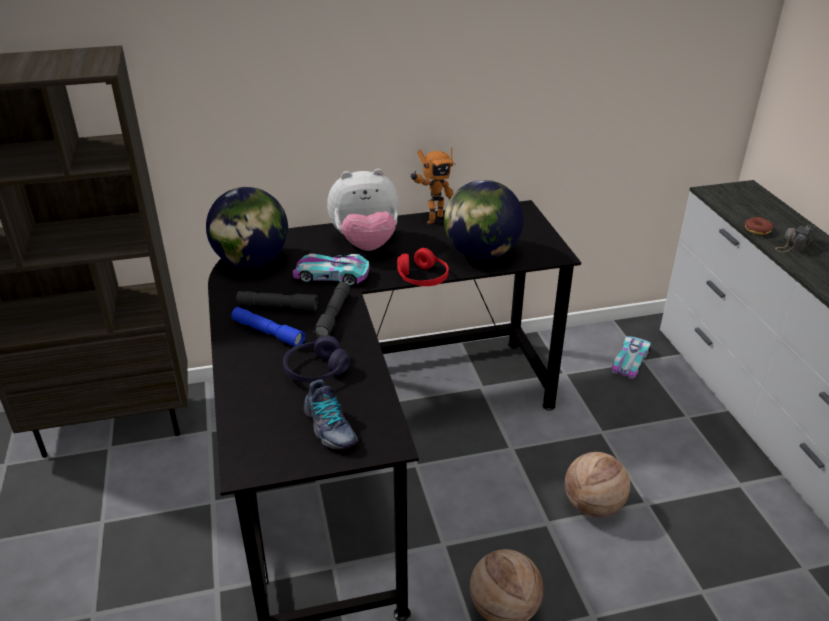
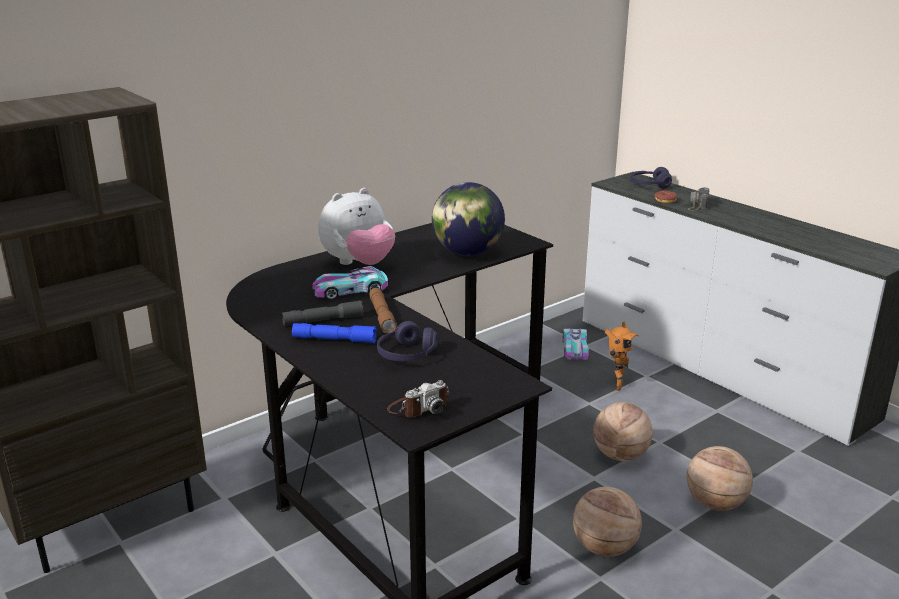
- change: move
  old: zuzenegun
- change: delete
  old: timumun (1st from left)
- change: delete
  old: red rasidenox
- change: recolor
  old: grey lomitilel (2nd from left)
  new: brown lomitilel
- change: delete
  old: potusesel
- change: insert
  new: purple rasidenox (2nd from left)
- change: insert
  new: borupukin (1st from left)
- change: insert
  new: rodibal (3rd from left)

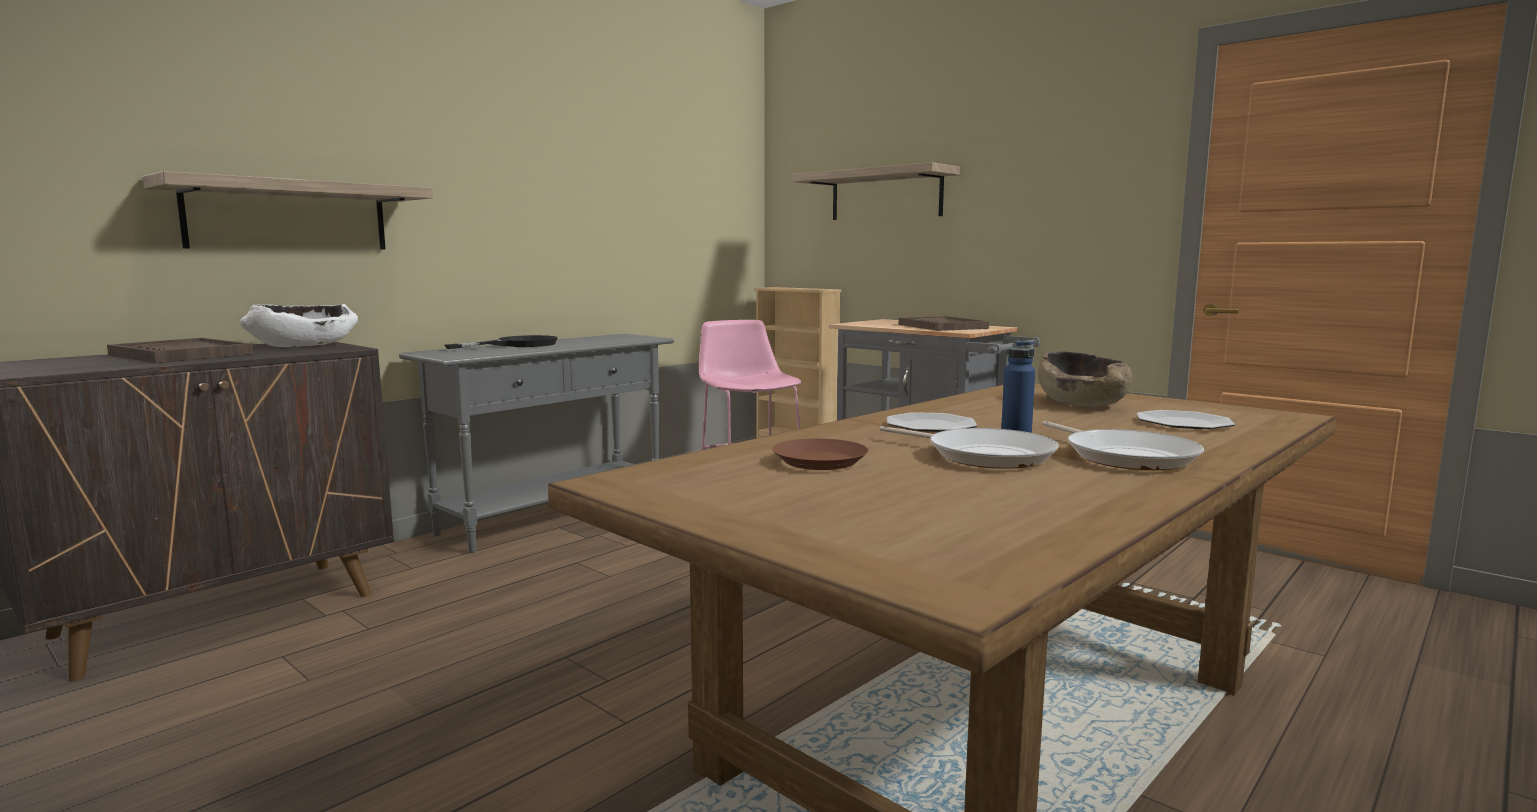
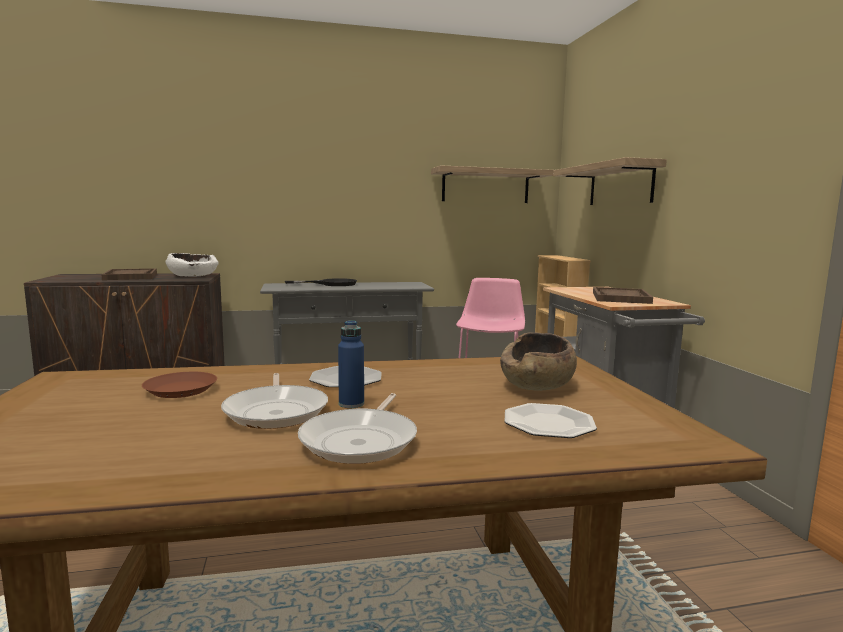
- change: move
  old: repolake (1st from left)

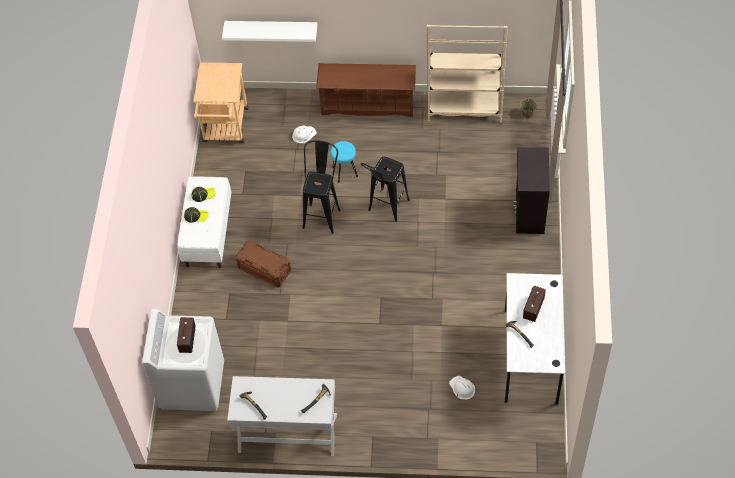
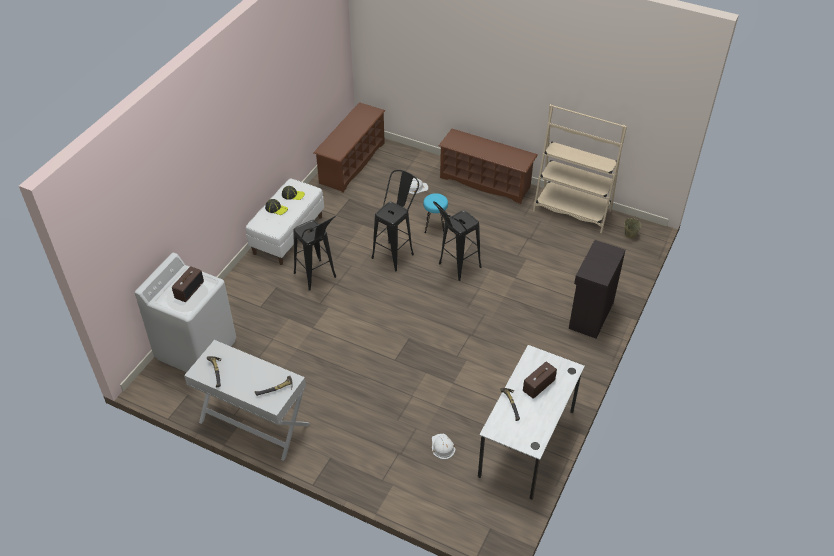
- change: delete
  old: white repolake
- change: replace
  old: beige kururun
  new: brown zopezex (1st from left)
- change: replace
  old: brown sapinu
  new: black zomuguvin (1st from left)

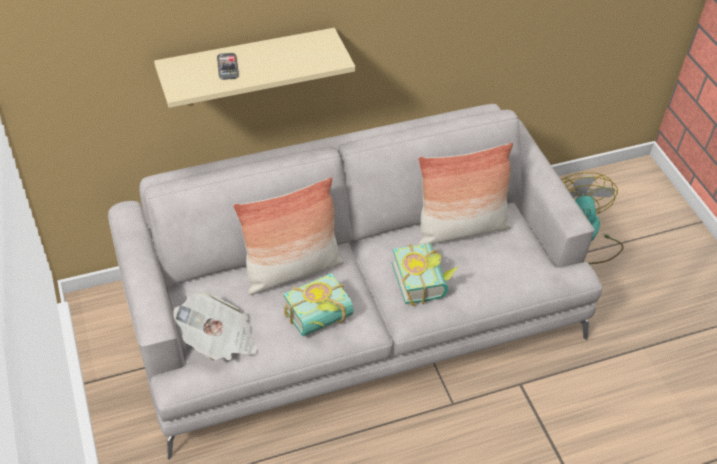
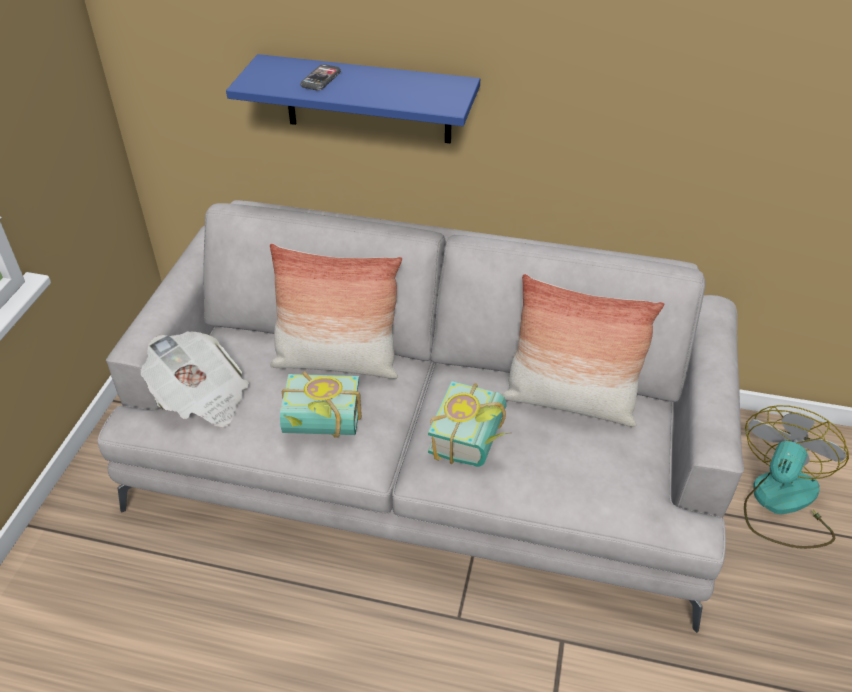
- change: recolor
  old: beige repolake
  new: blue repolake

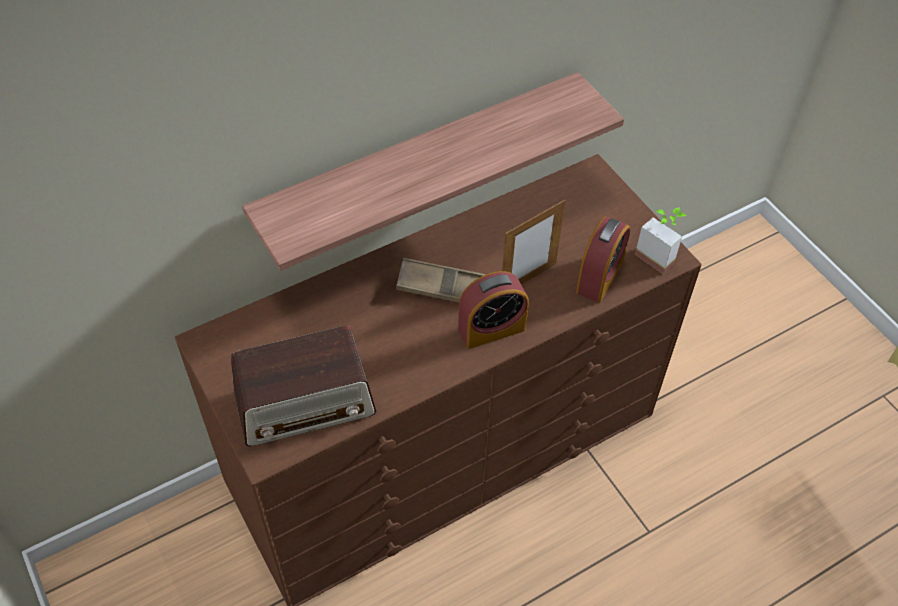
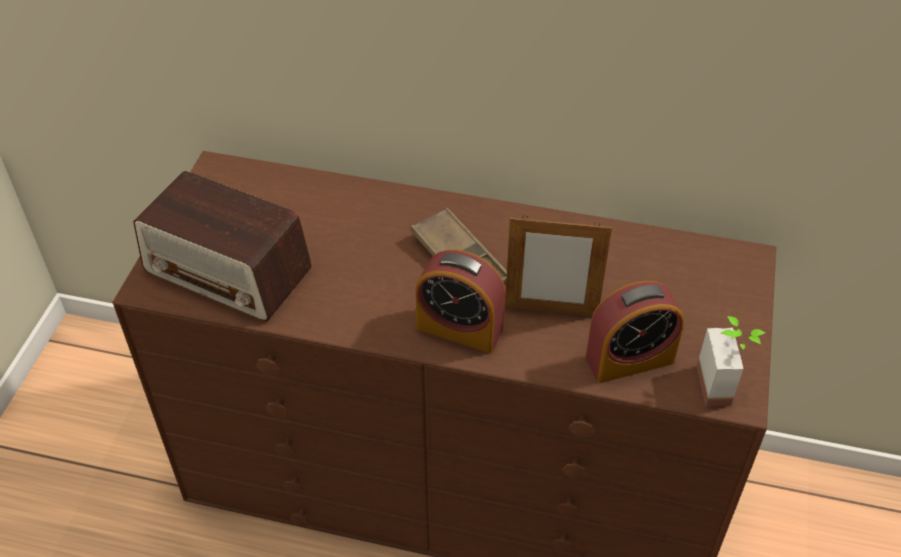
- change: delete
  old: repolake

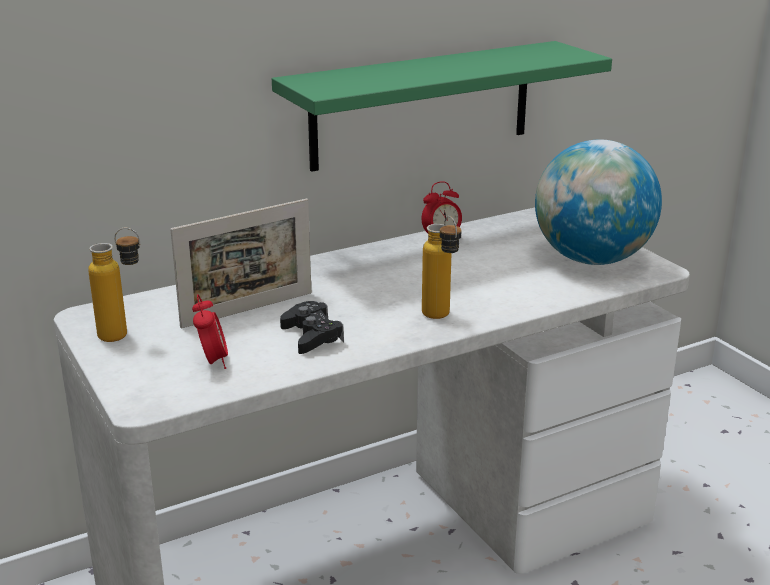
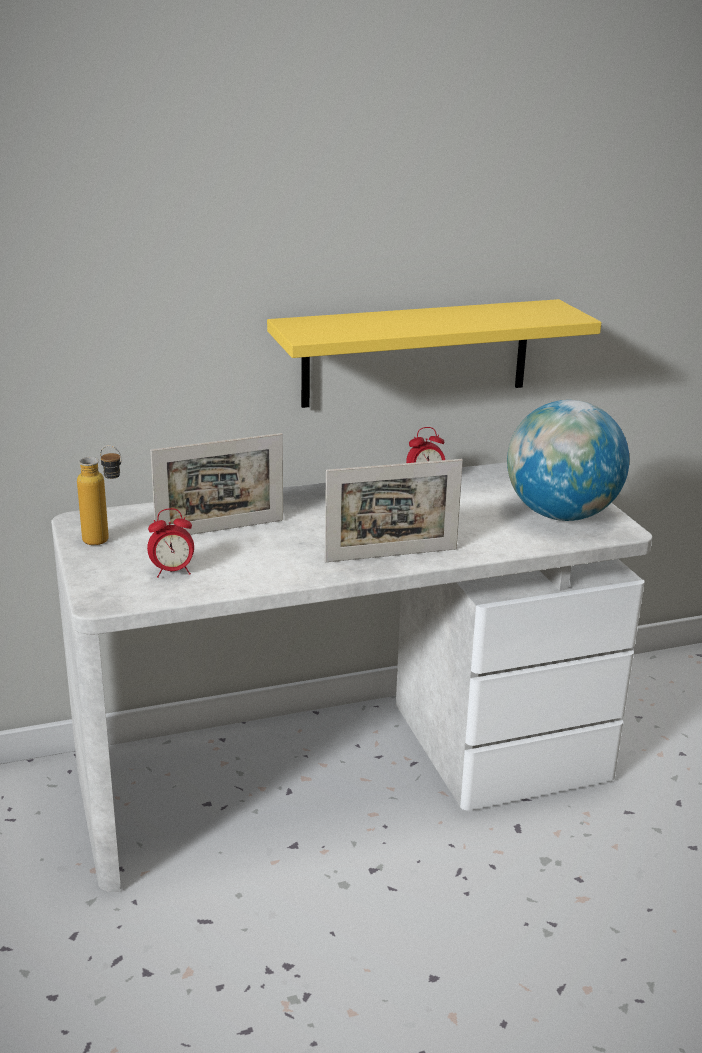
- change: recolor
  old: green repolake
  new: yellow repolake
- change: replace
  old: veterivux (2nd from left)
  new: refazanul (2nd from left)
- change: rotate
  old: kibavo (1st from left)
  degrees: 75
- change: delete
  old: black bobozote

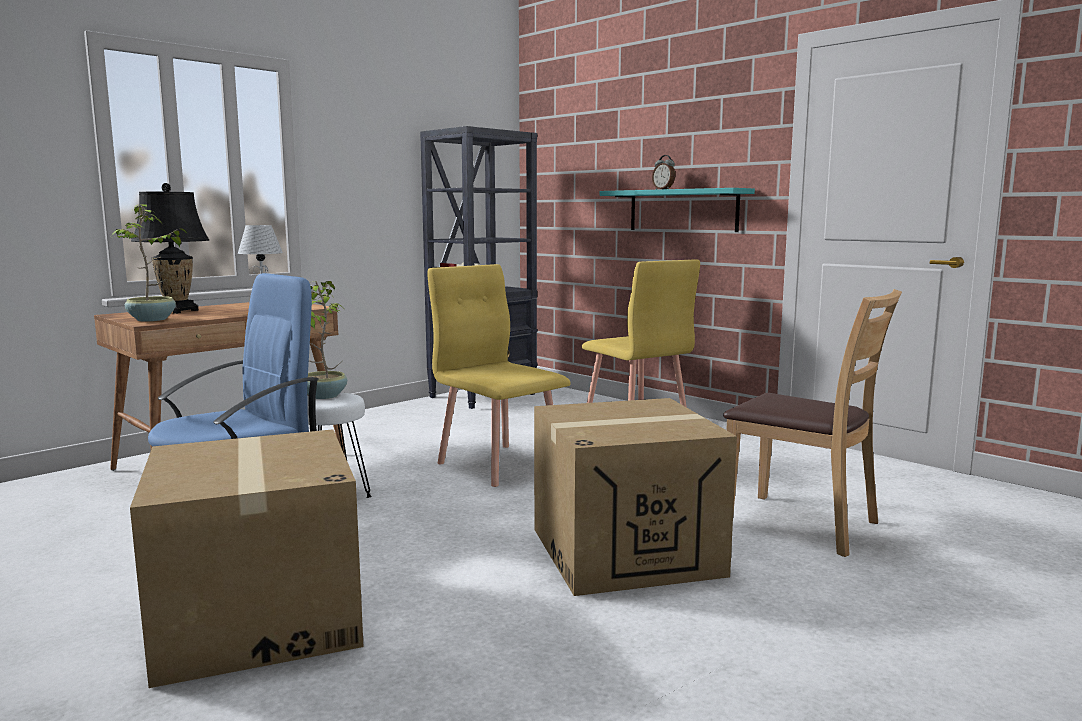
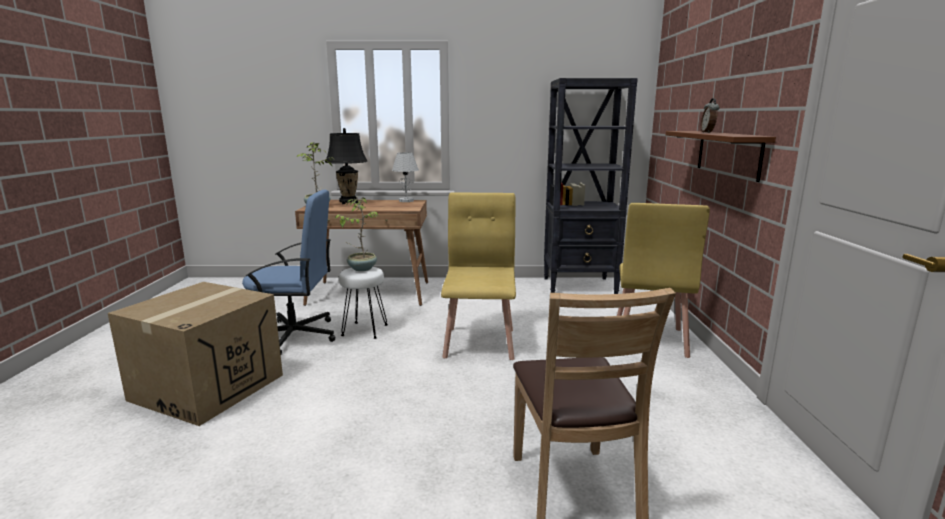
- change: recolor
  old: turquoise repolake
  new: brown repolake
- change: delete
  old: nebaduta (2nd from left)

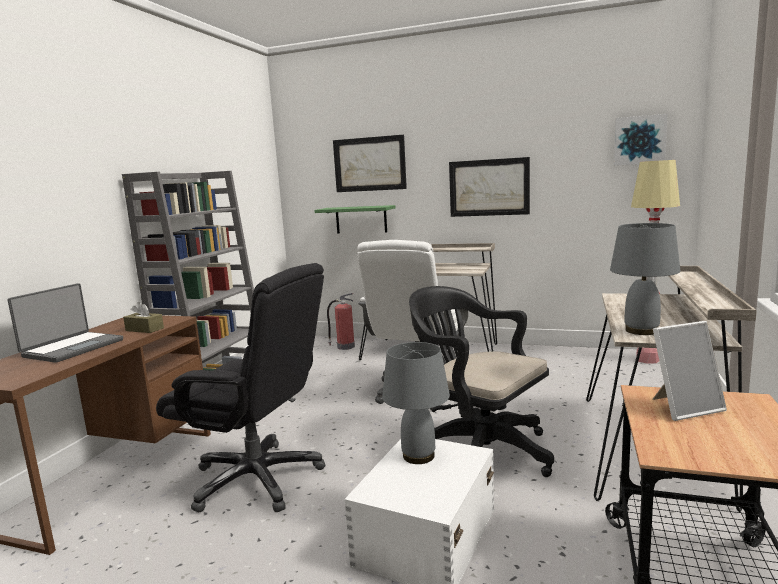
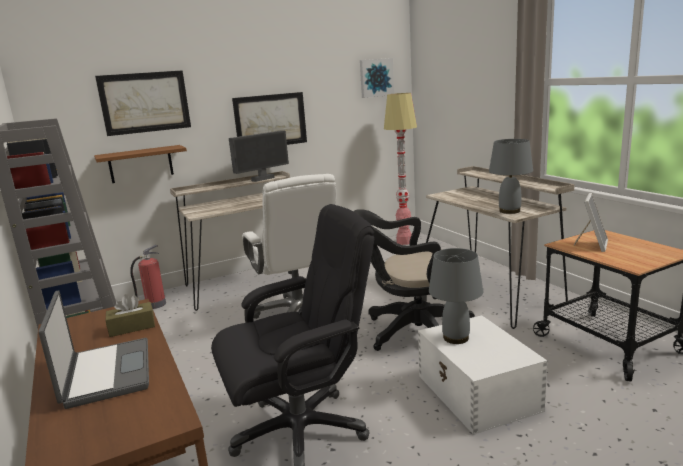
- change: recolor
  old: green repolake
  new: brown repolake
- change: insert
  new: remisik

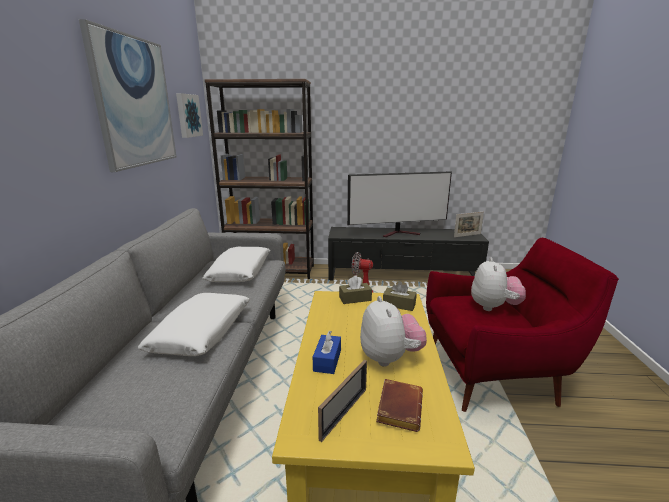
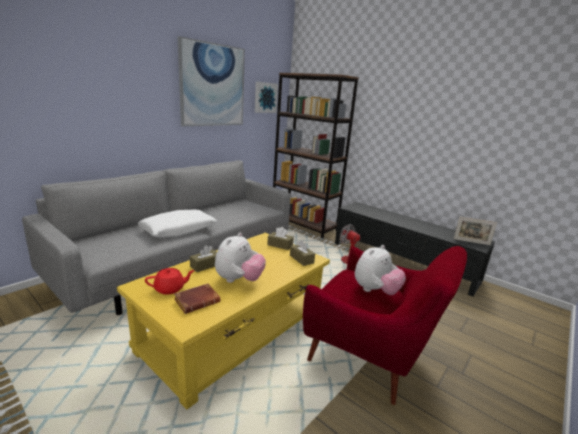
- change: delete
  old: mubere
- change: delete
  old: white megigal (2nd from left)
- change: recolor
  old: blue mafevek
  new: brown mafevek (1st from left)
- change: replace
  old: refazanul (1st from left)
  new: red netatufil

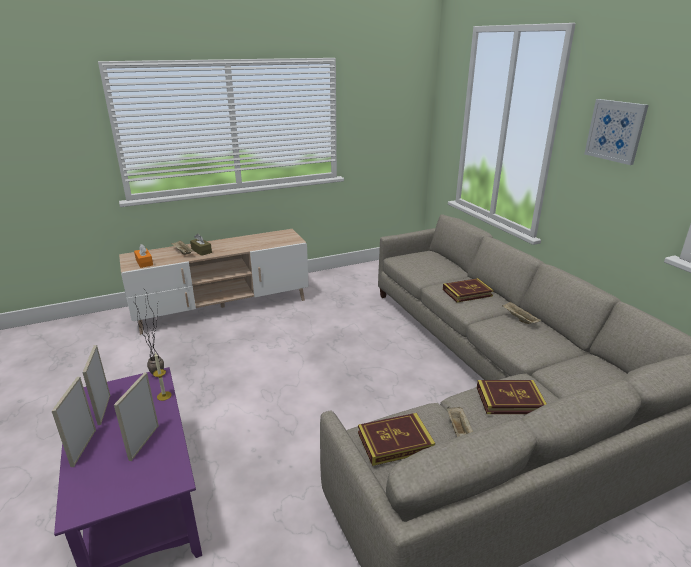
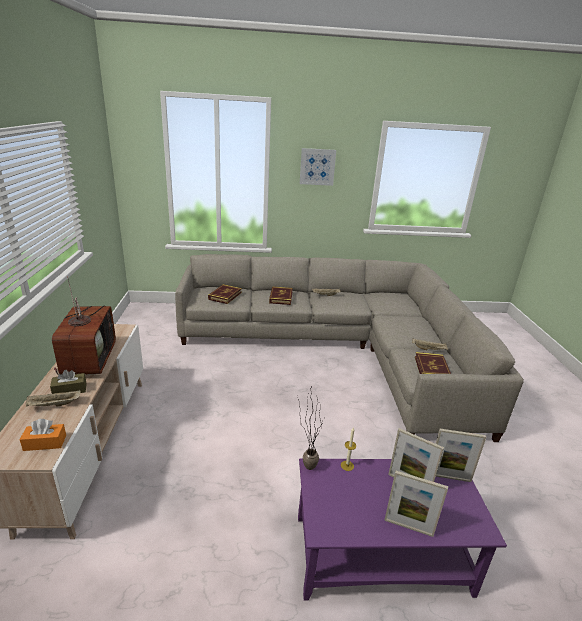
- change: move
  old: refazanul (2nd from left in the first image)
  new: refazanul (3rd from left)
- change: move
  old: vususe (3rd from left in the first image)
  new: vususe (1st from left)
- change: insert
  new: mubere

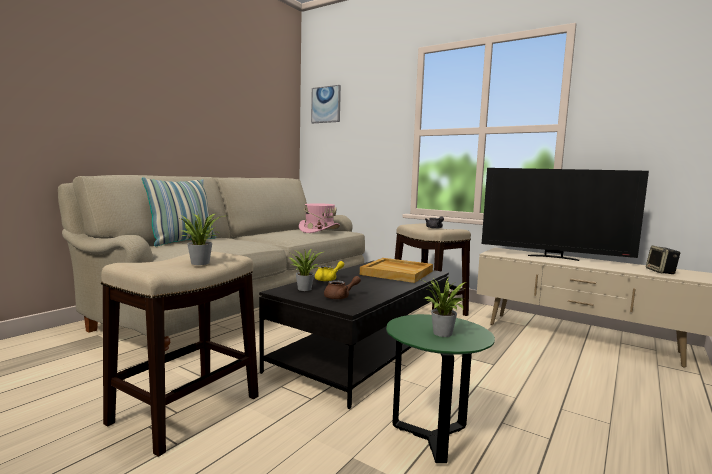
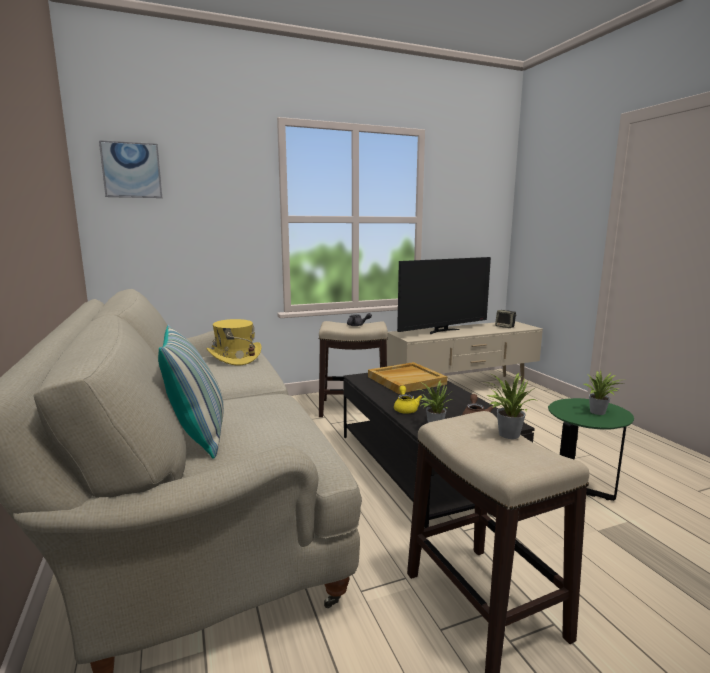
- change: recolor
  old: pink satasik
  new: yellow satasik

